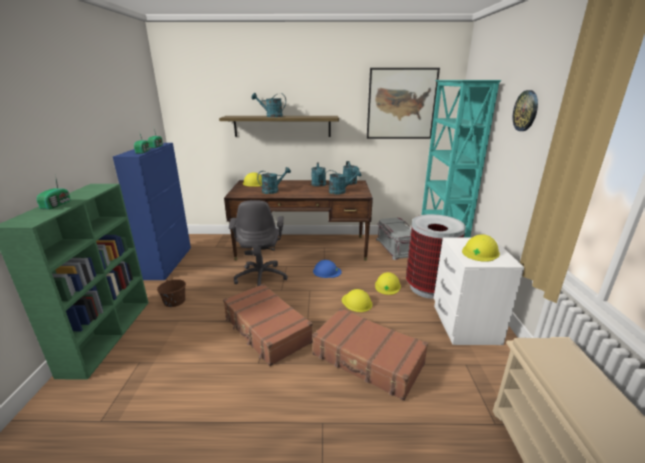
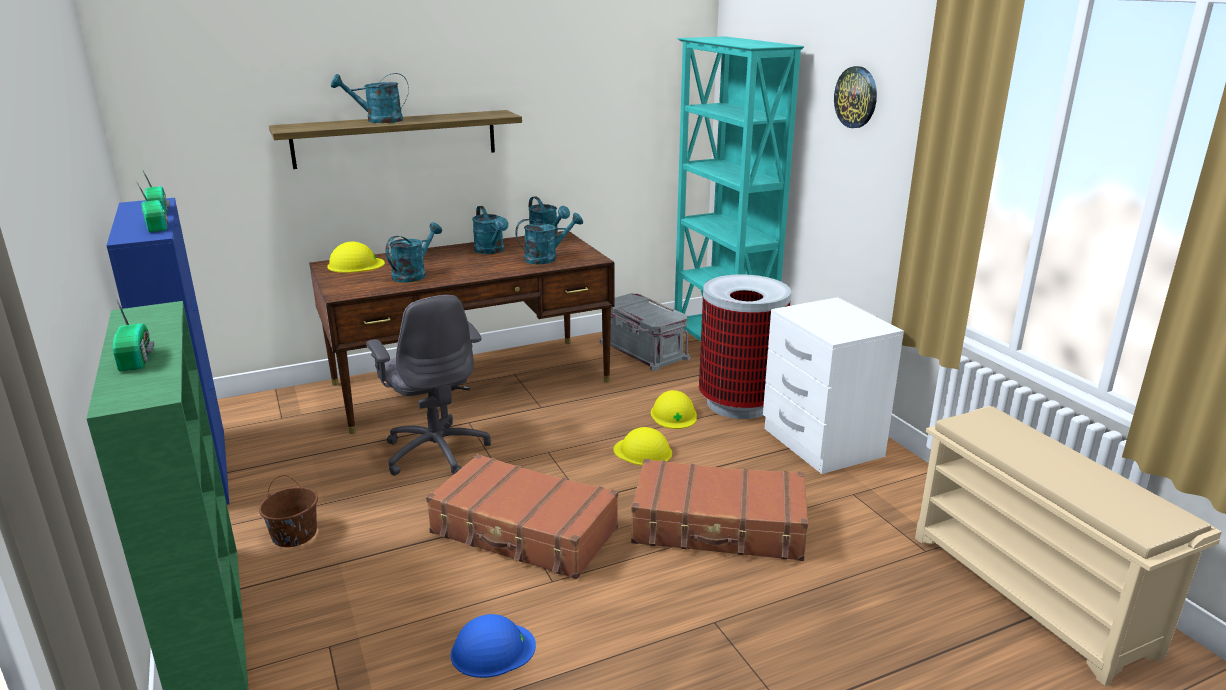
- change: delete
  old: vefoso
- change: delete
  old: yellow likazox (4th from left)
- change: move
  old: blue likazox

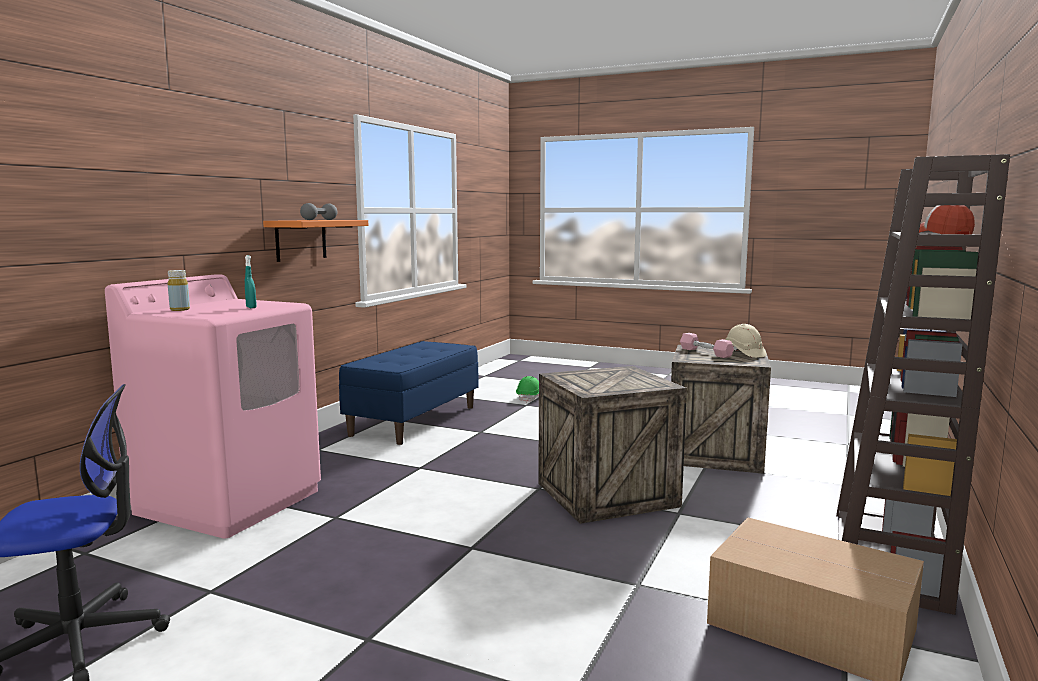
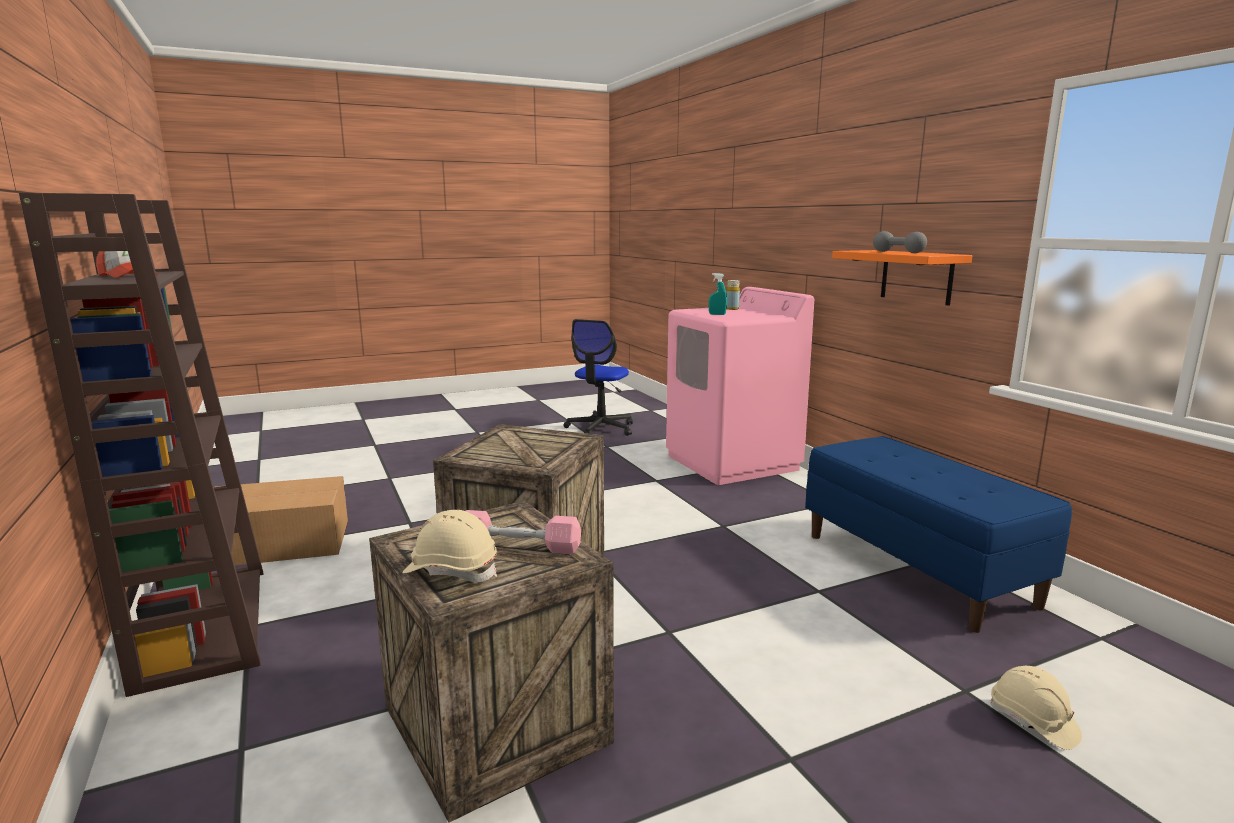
- change: recolor
  old: green likazox
  new: beige likazox (2nd from left)

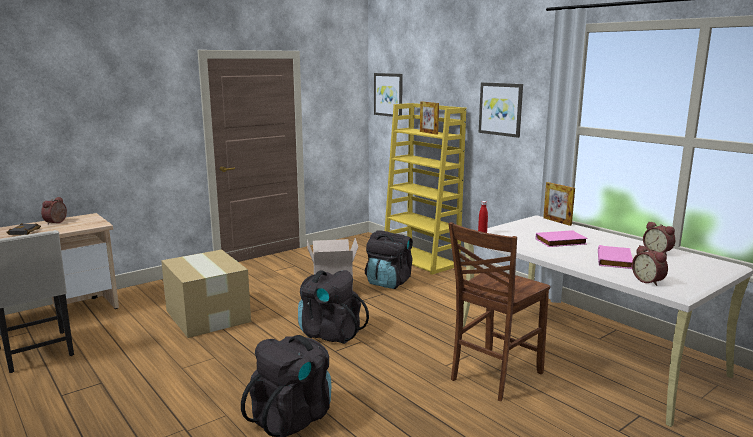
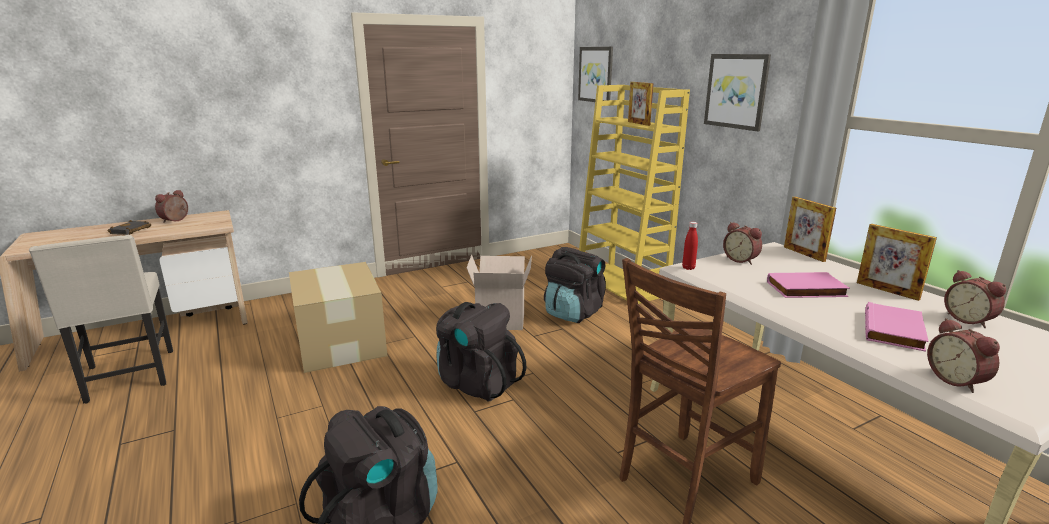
- change: insert
  new: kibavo (2nd from left)
- change: insert
  new: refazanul (3rd from left)

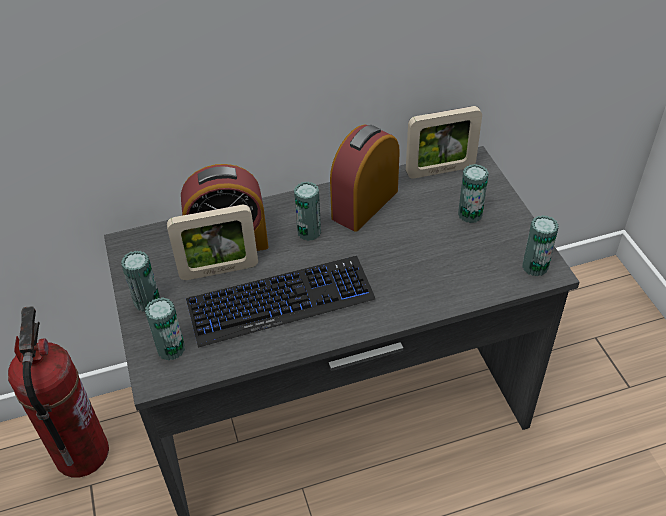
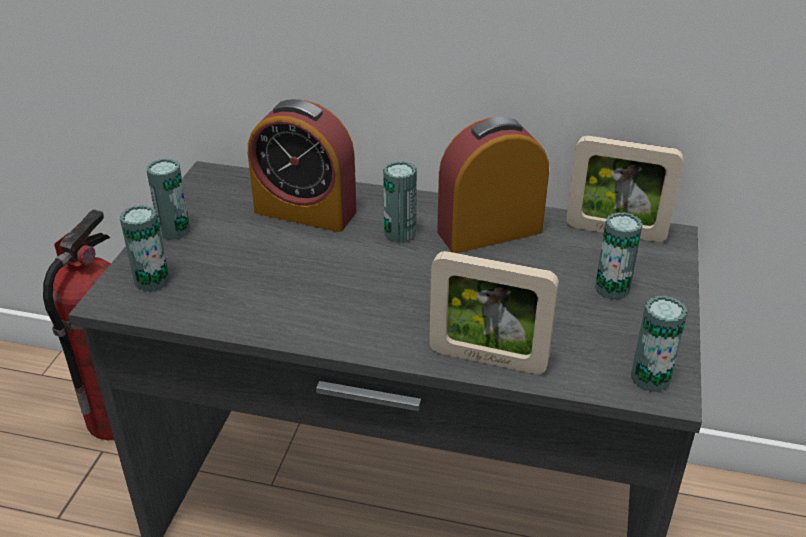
- change: move
  old: refazanul (1st from left)
- change: delete
  old: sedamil

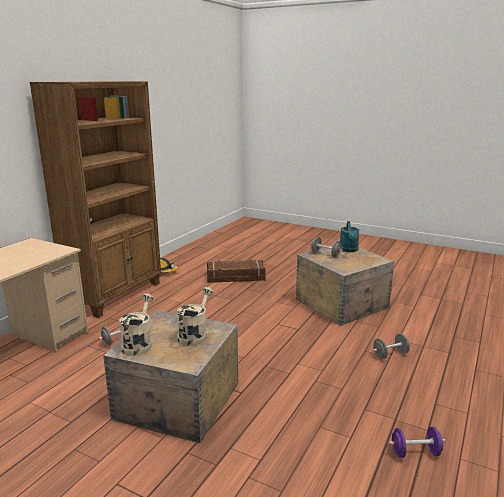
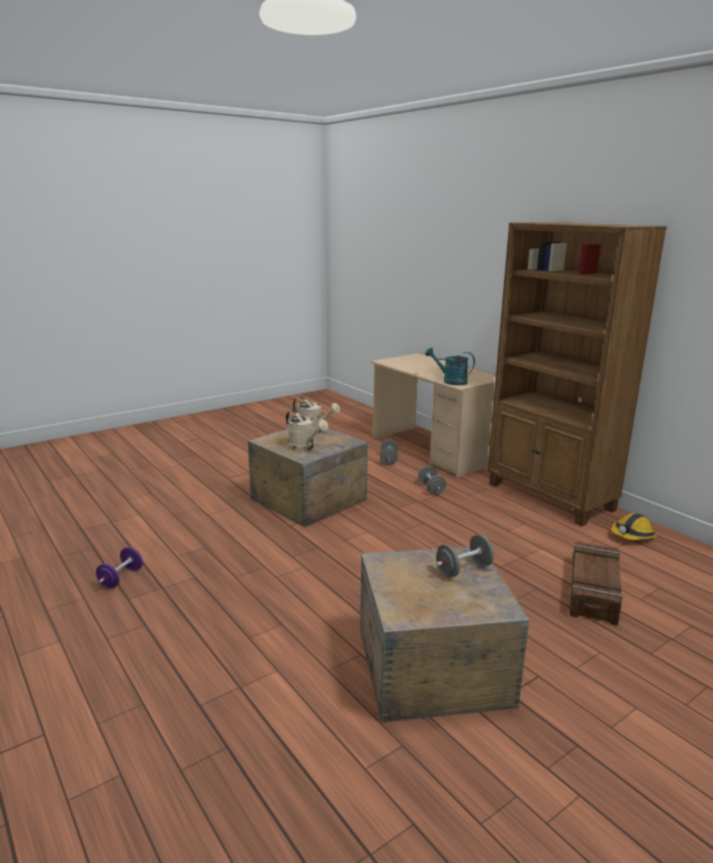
- change: move
  old: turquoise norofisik
- change: move
  old: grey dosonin (3rd from left in the first image)
  new: grey dosonin (1st from left)

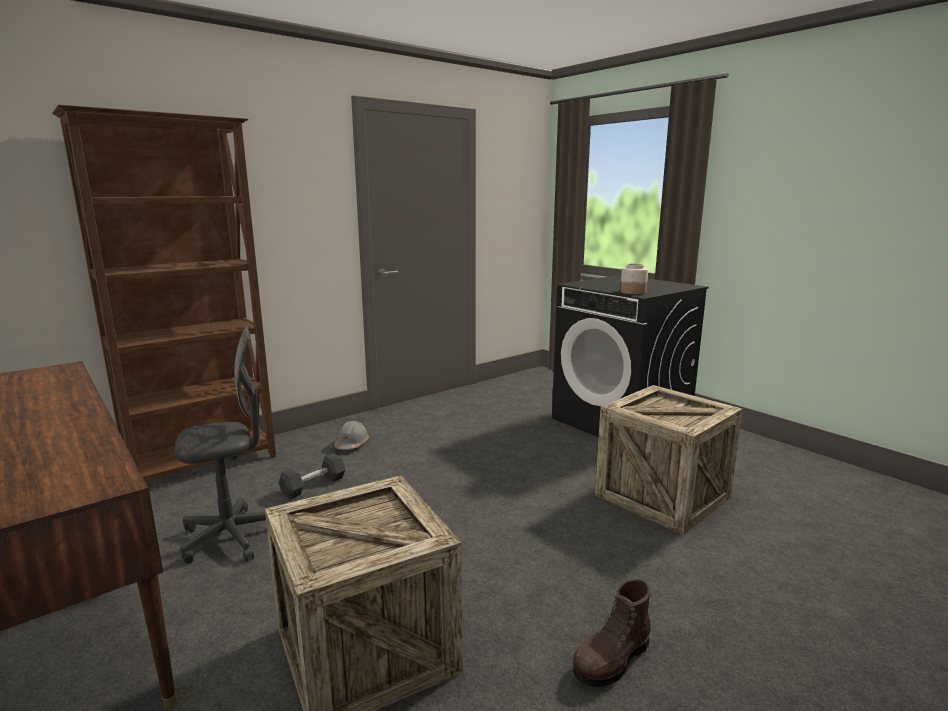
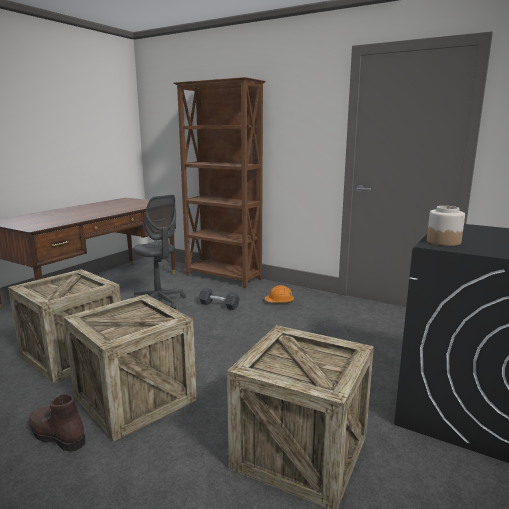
- change: recolor
  old: grey likazox
  new: orange likazox
- change: insert
  new: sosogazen (2nd from left)

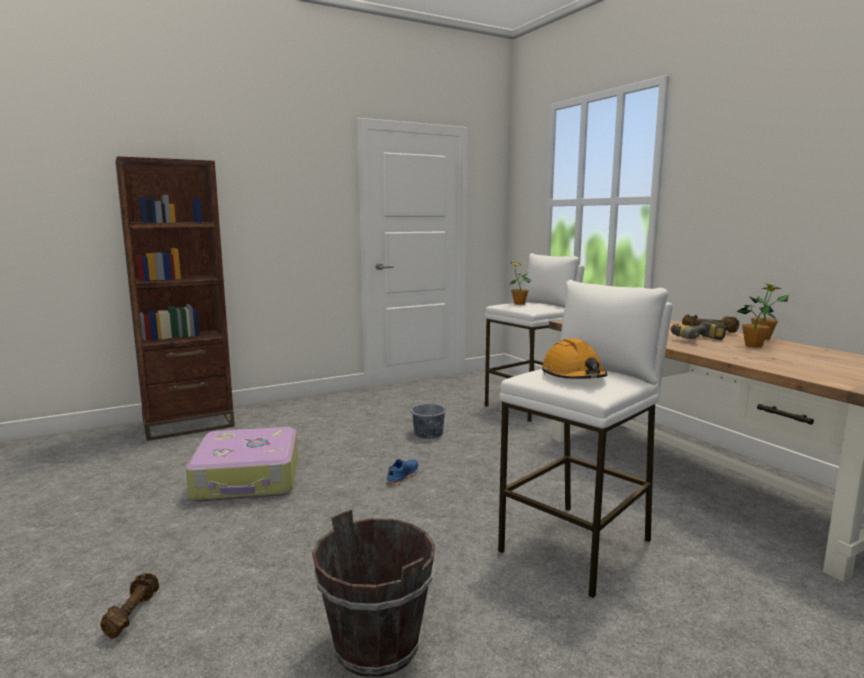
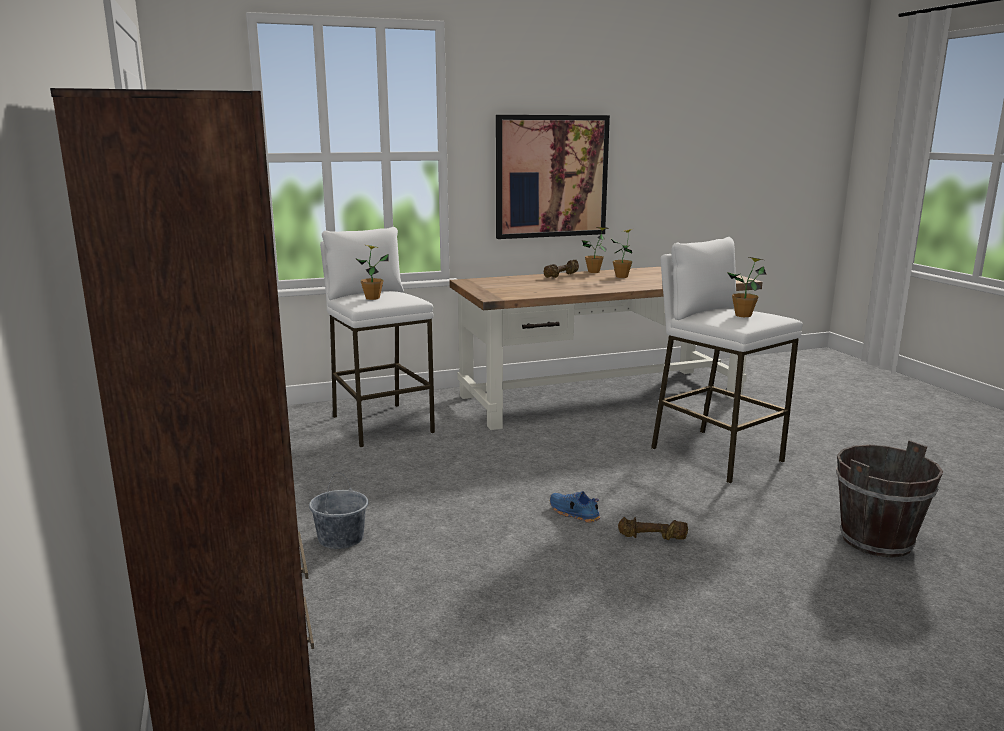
- change: delete
  old: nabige
- change: replace
  old: orange likazox
  new: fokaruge (4th from left)
- change: move
  old: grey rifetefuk
- change: delete
  old: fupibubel
- change: move
  old: brown dosonin (1st from left in the first image)
  new: brown dosonin (2nd from left)
- change: insert
  new: vefoso

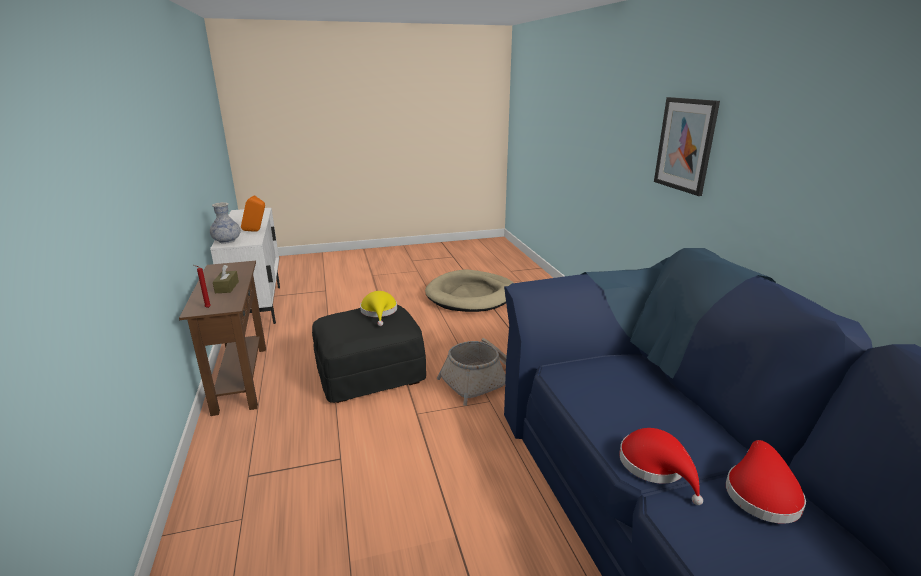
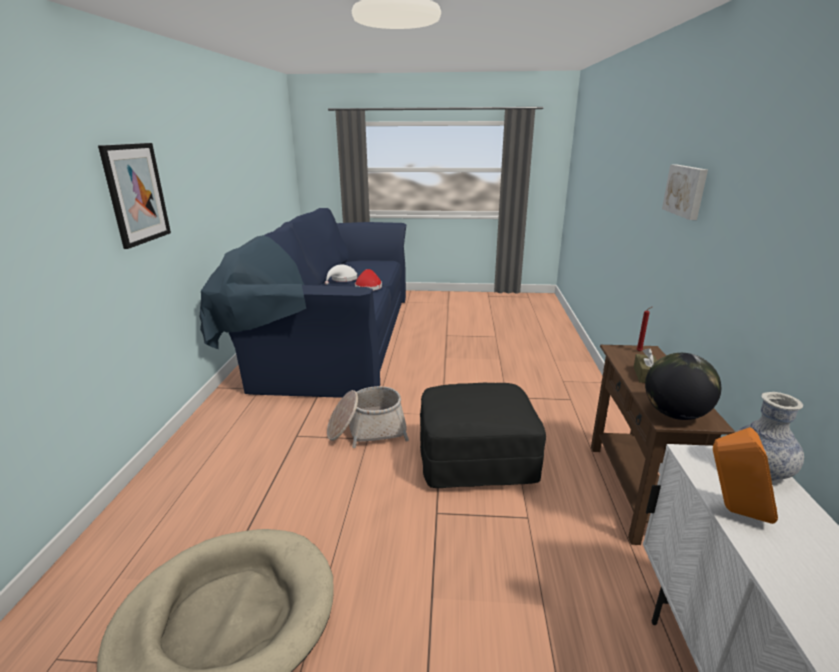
- change: delete
  old: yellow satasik
- change: recolor
  old: red satasik (2nd from left)
  new: white satasik
- change: insert
  new: vefoso (2nd from left)
- change: insert
  new: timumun

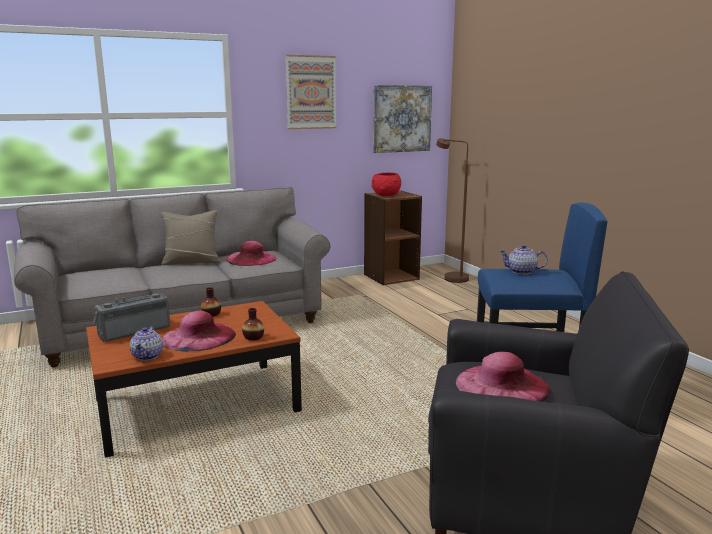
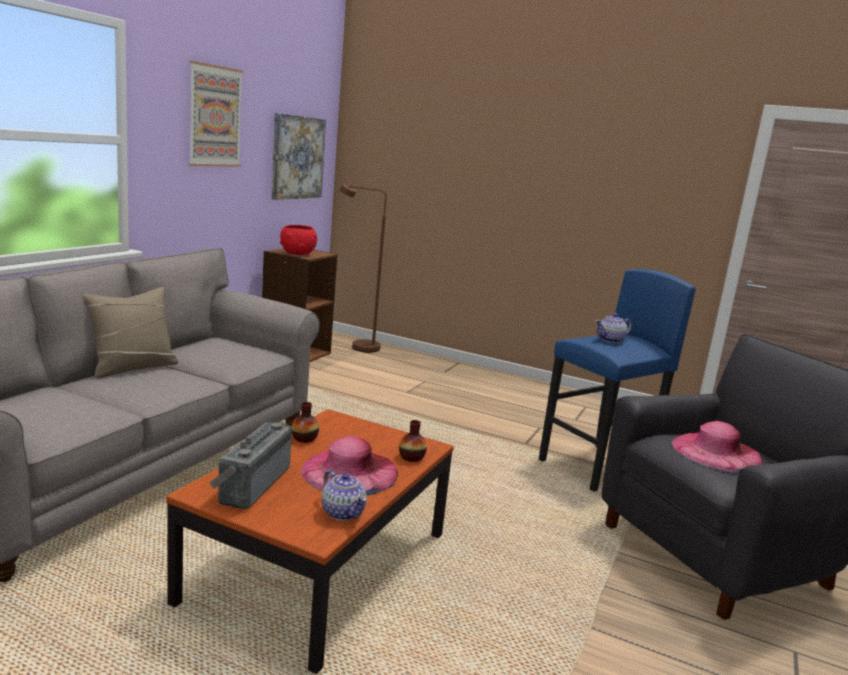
- change: delete
  old: pink satasik (2nd from left)

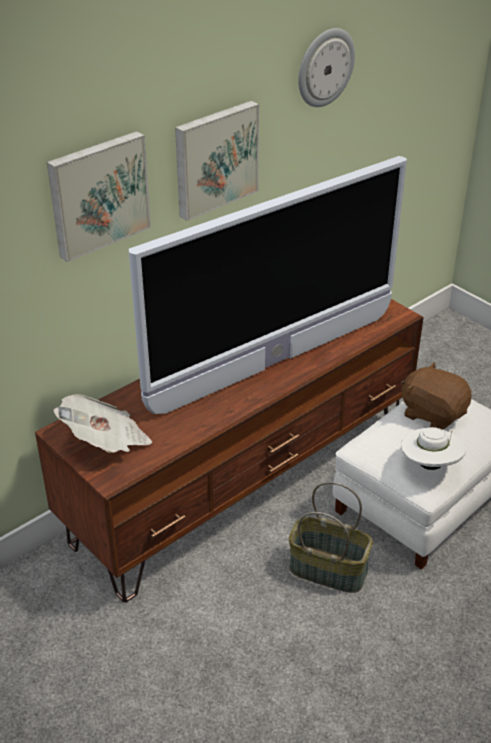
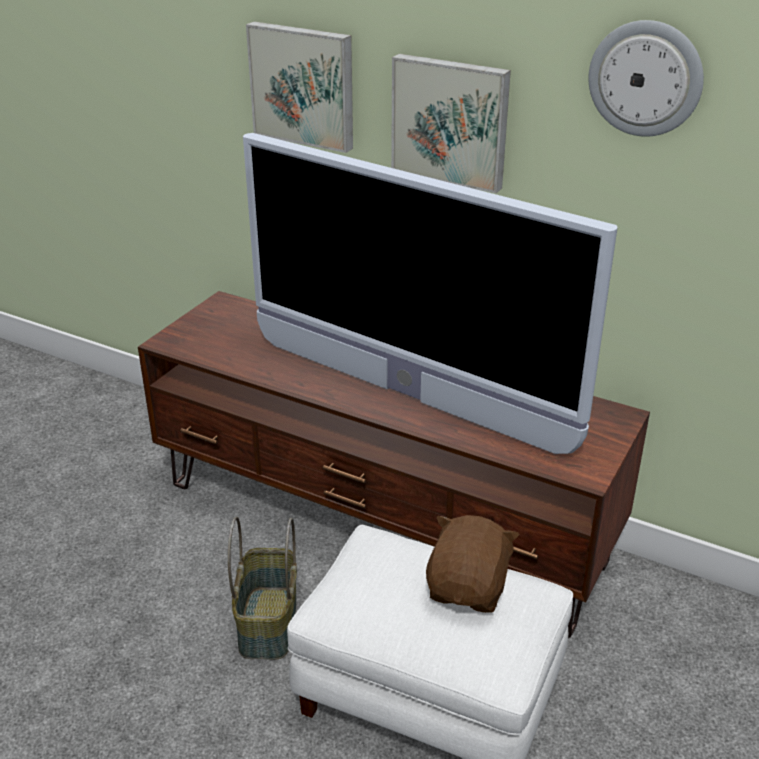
- change: delete
  old: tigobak
- change: delete
  old: white satasik

